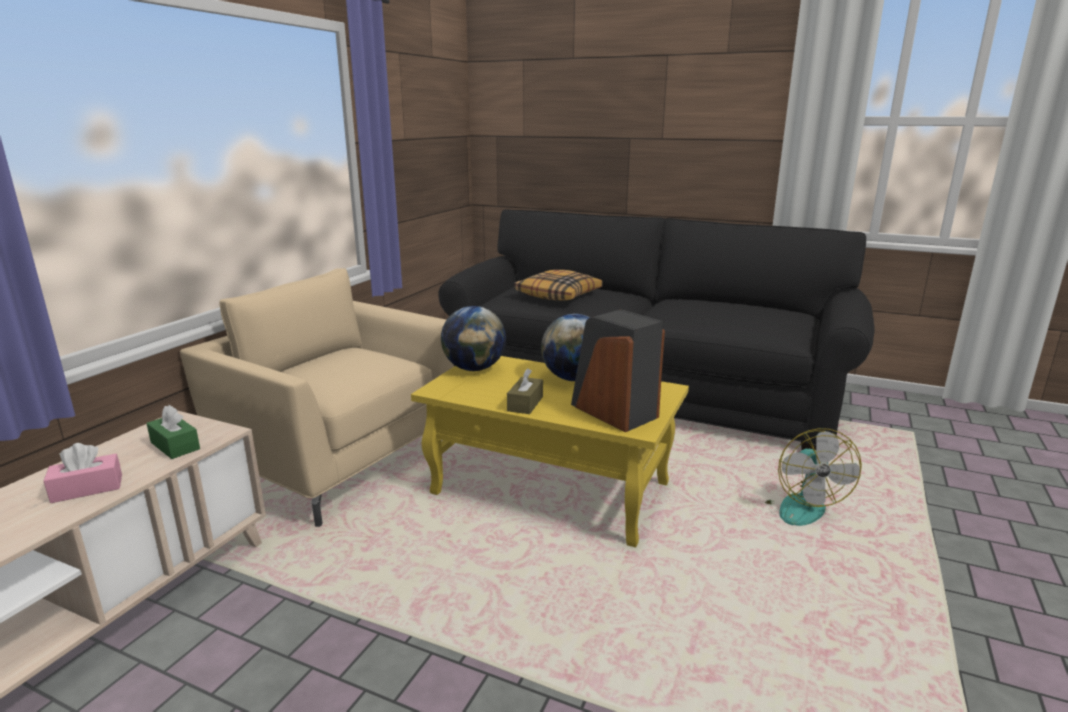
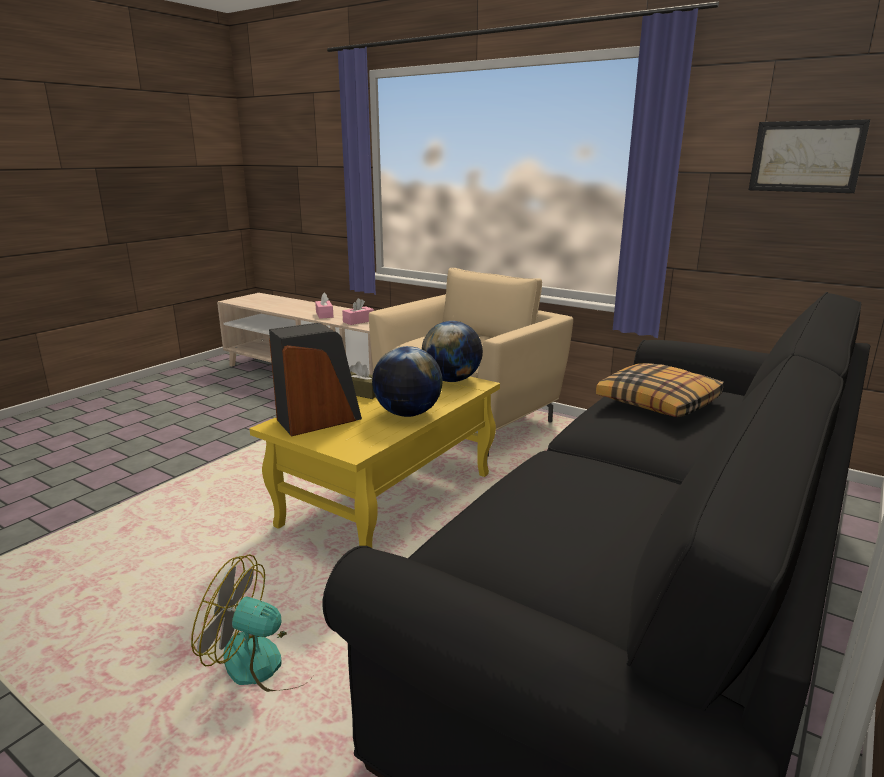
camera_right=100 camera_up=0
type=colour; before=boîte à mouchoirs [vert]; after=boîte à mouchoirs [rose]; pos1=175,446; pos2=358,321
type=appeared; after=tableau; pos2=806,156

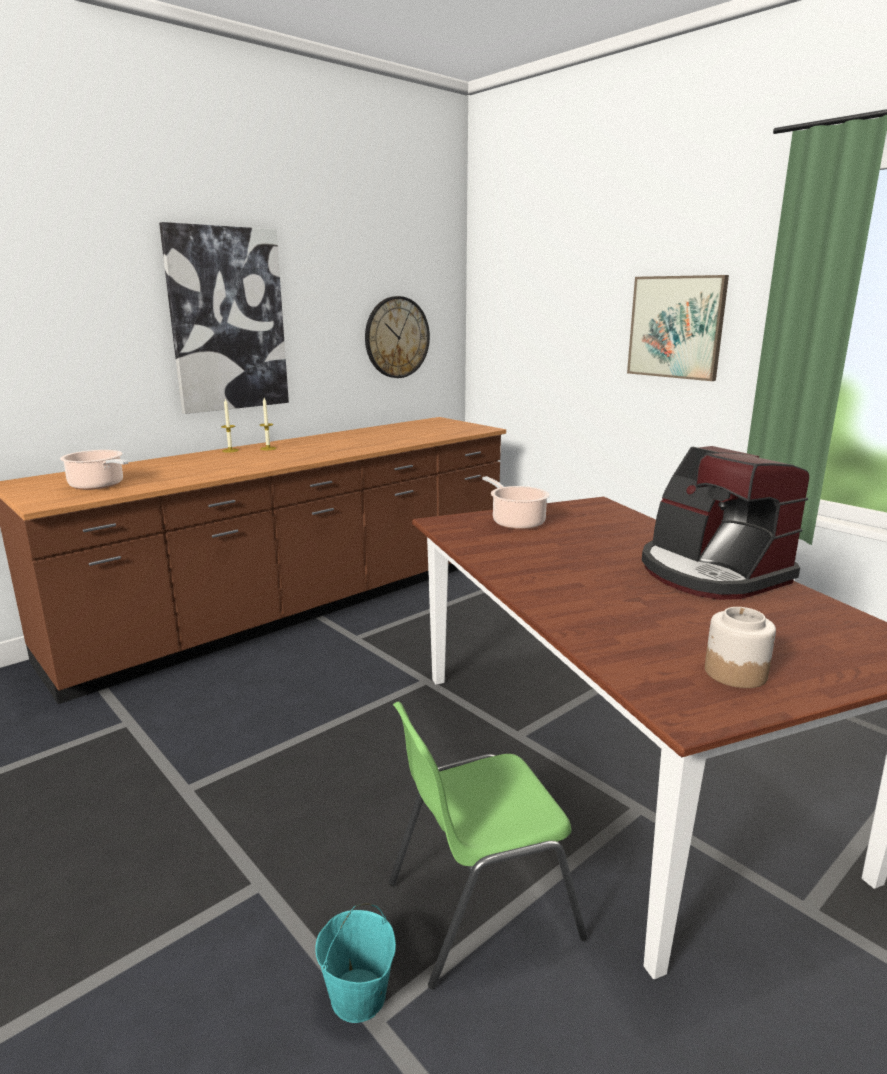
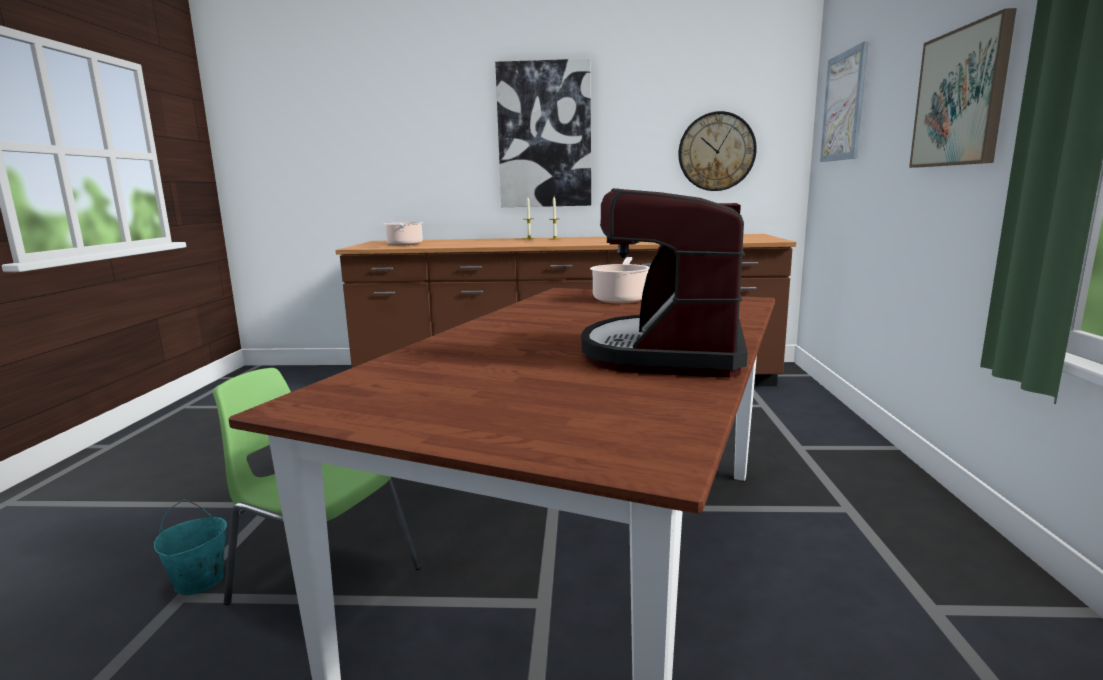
camera_right=45 camera_up=-5
type=missing; before=bocal; pos1=735,672
type=appeared; after=tableau; pos2=844,106

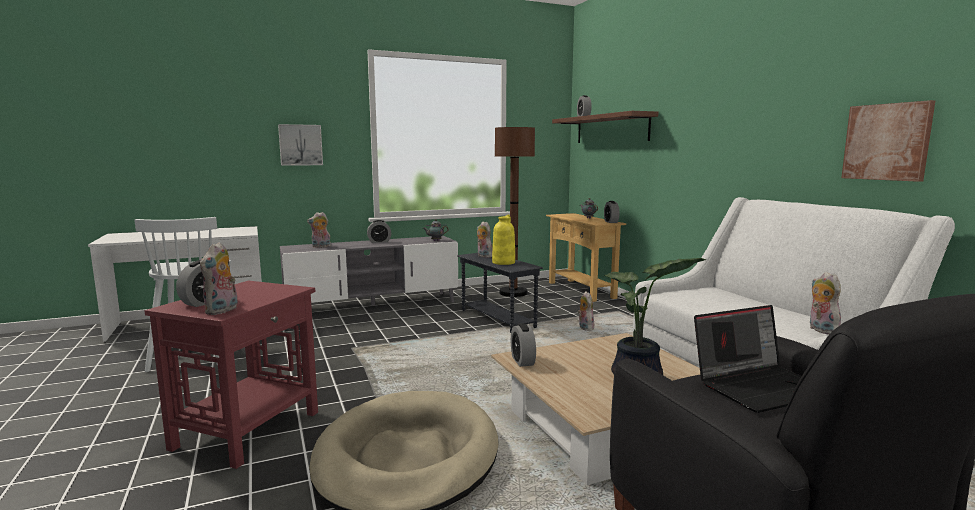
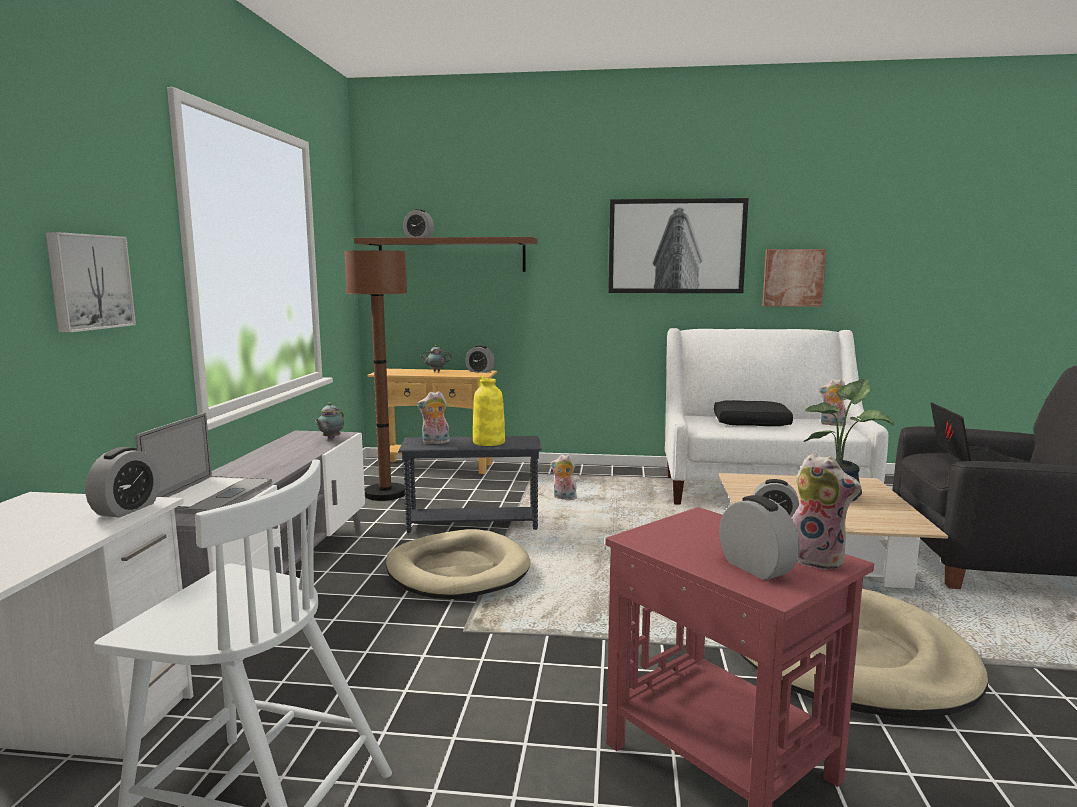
camera_right=-60 camera_up=0
type=exchanged; before=peluche; after=ordinateur portable; pos1=320,247; pos2=211,496
type=relocated; before=réveil; pos1=379,241; pos2=127,509
type=appeared; after=tableau; pos2=676,246
type=appeared; after=coussin [noir]; pos2=751,422
type=appeared; after=panier pour chien [beige]; pos2=457,571

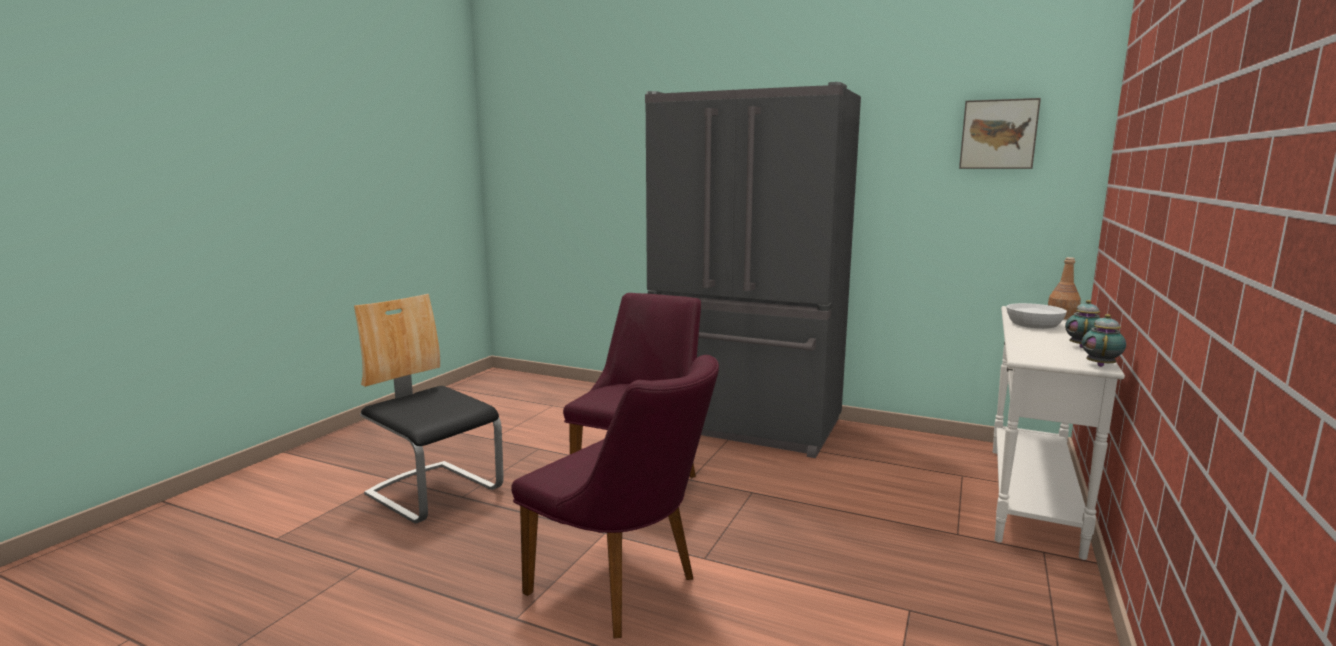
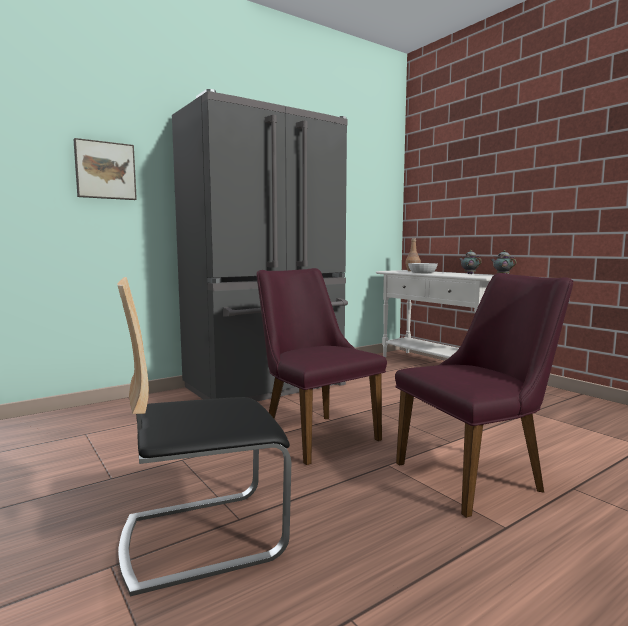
camera_right=-60 camera_up=-5
type=relocated; before=tableau; pos1=998,134; pos2=105,170

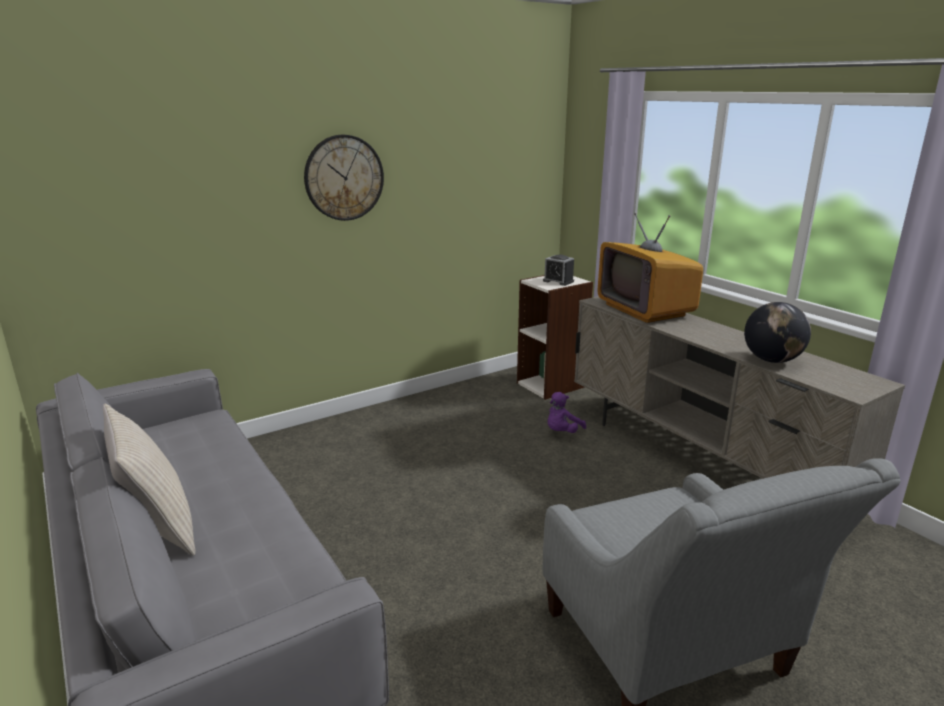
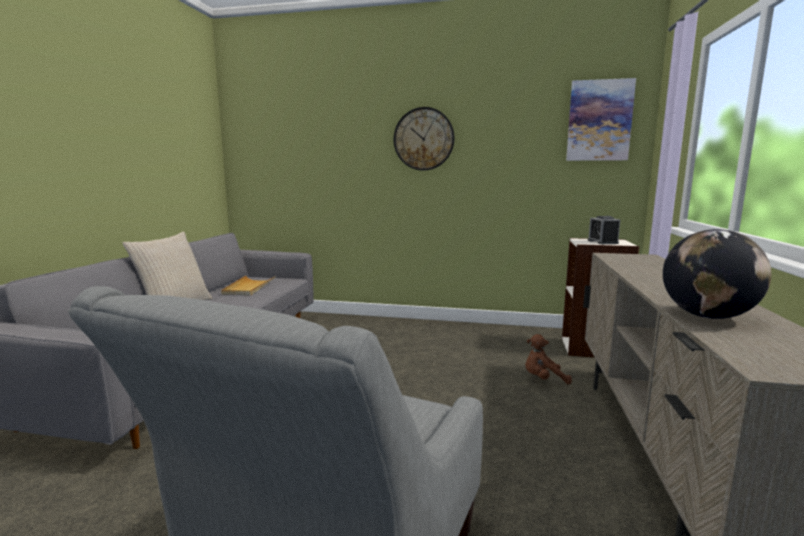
camera_right=45 camera_up=-10
type=missing; before=téléviseur; pos1=645,310
type=colour; before=peluche [violet]; after=peluche [marron]; pos1=562,432; pos2=543,379
type=appeared; after=tableau; pos2=599,121
type=appeared; after=plateau [beige]; pos2=249,287

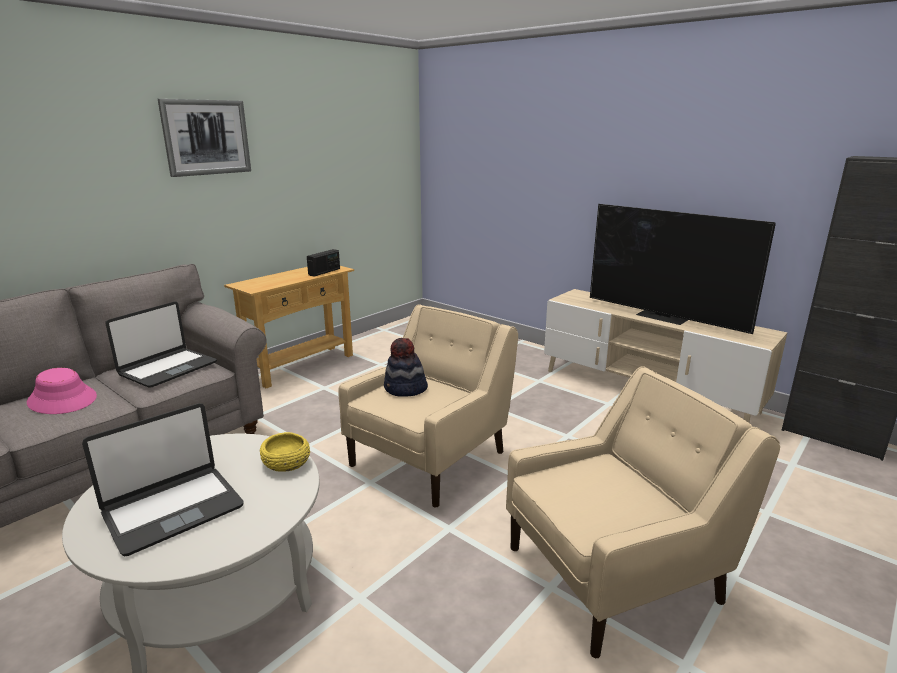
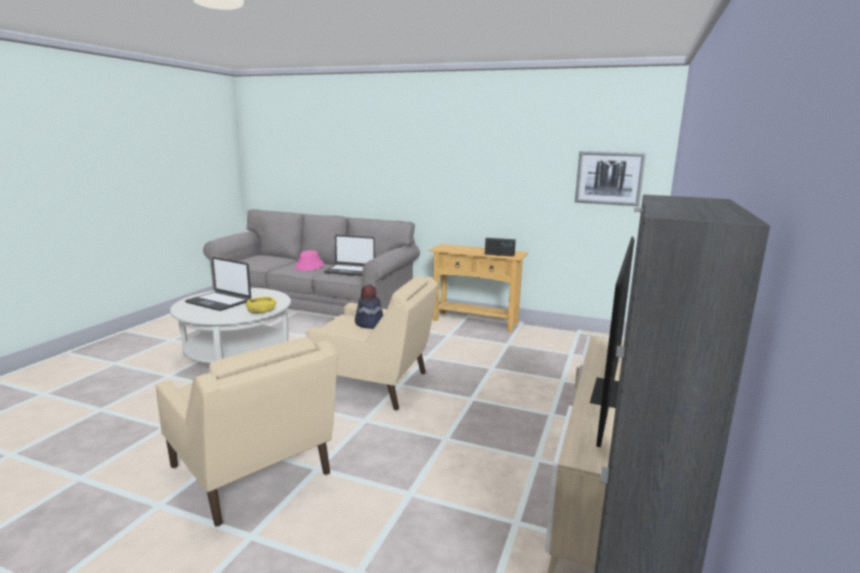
camera_right=70 camera_up=-5
type=relocated; before=tableau; pos1=206,137; pos2=609,178

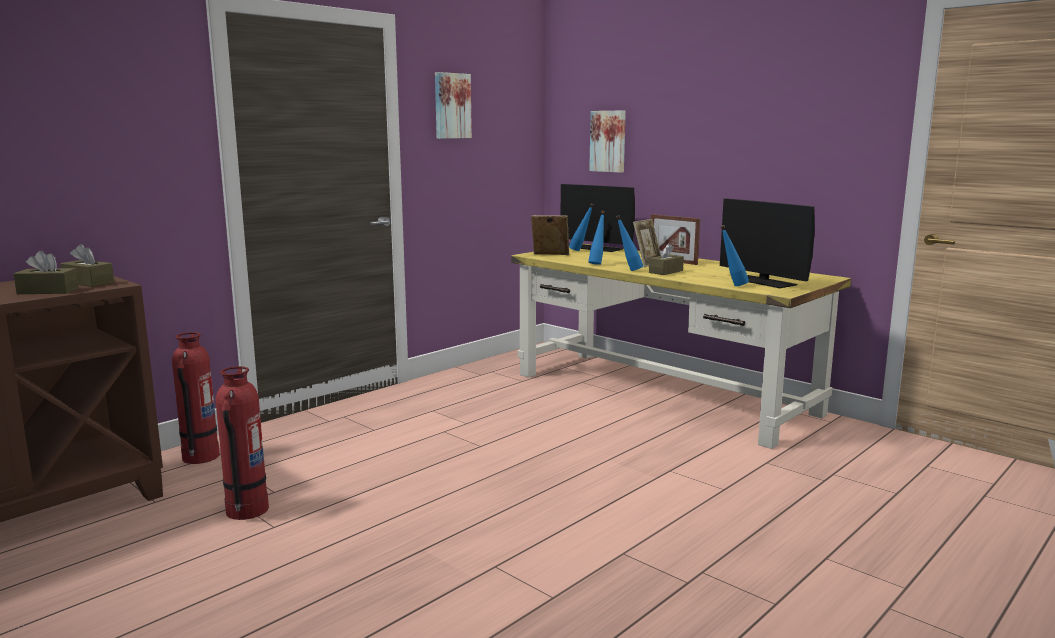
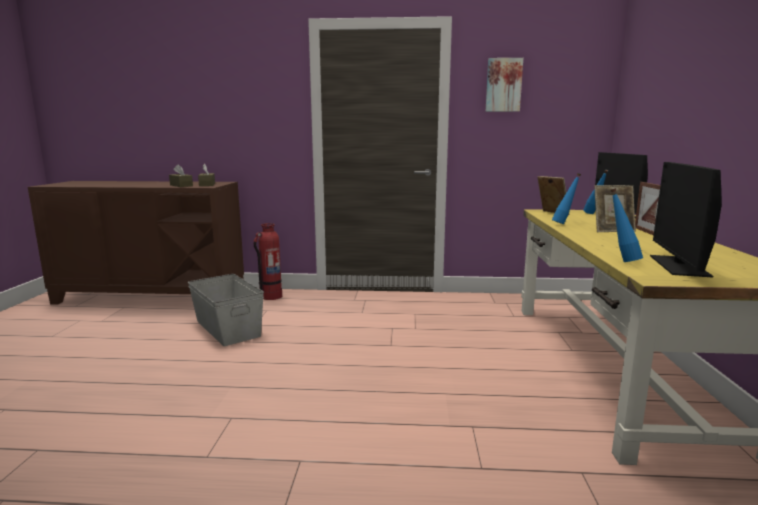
camera_right=50 camera_up=0
type=missing; before=tableau; pos1=608,141
type=missing; before=bouteille [bleu]; pos1=628,270
type=missing; before=boîte à mouchoirs [marron]; pos1=666,271
type=exchanged; before=extincteur; after=boîte de rangement [gris]; pos1=246,510; pos2=228,328

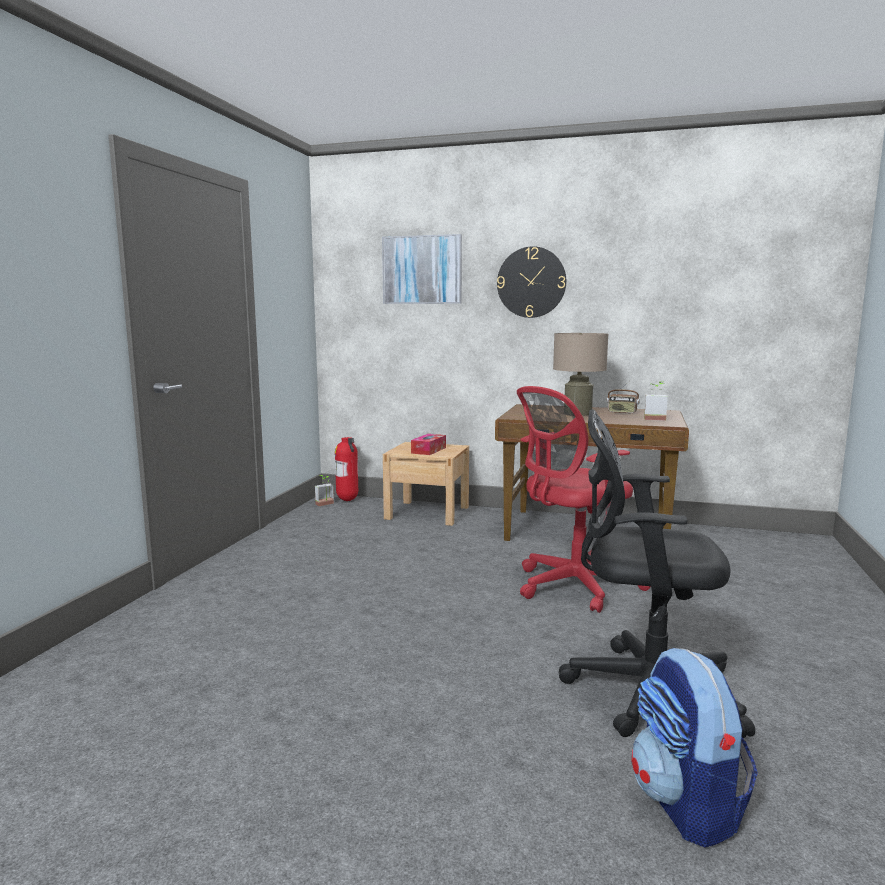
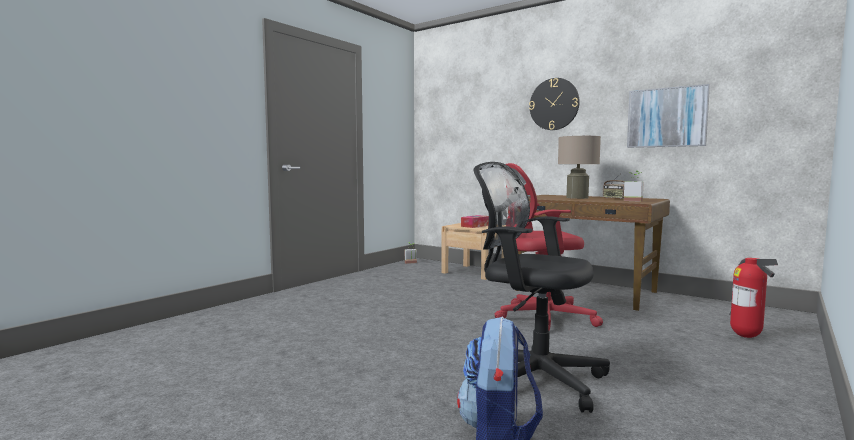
camera_right=20 camera_up=-5
type=relocated; before=tableau; pos1=422,270; pos2=666,117
type=relocated; before=extincteur; pos1=348,500; pos2=746,337

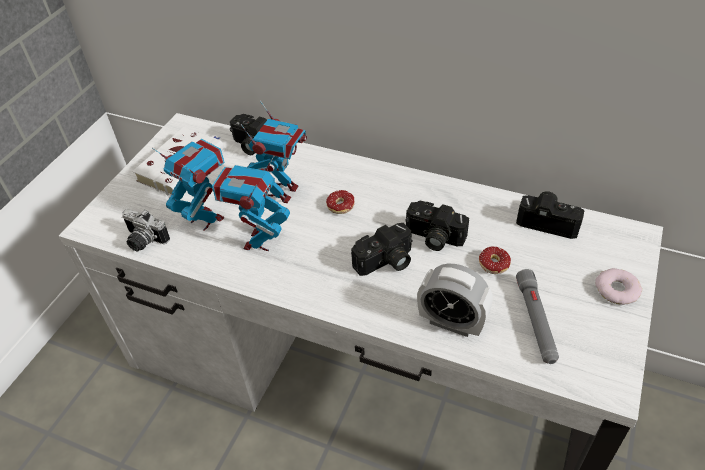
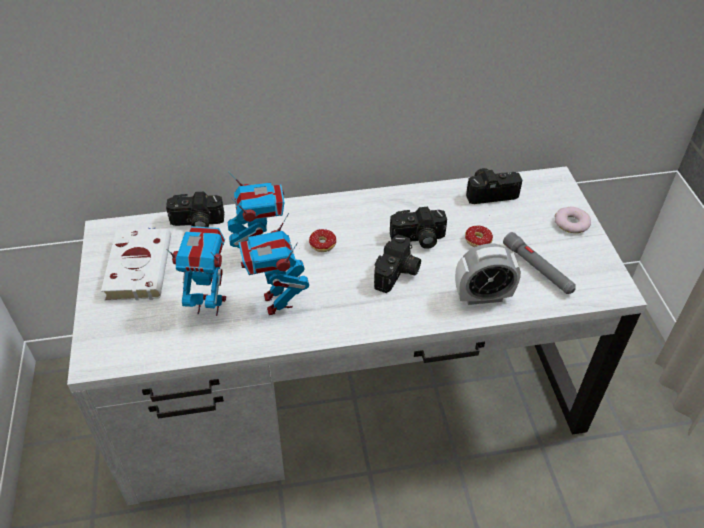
camera_right=-35 camera_up=0
type=missing; before=appareil photo; pos1=143,241

